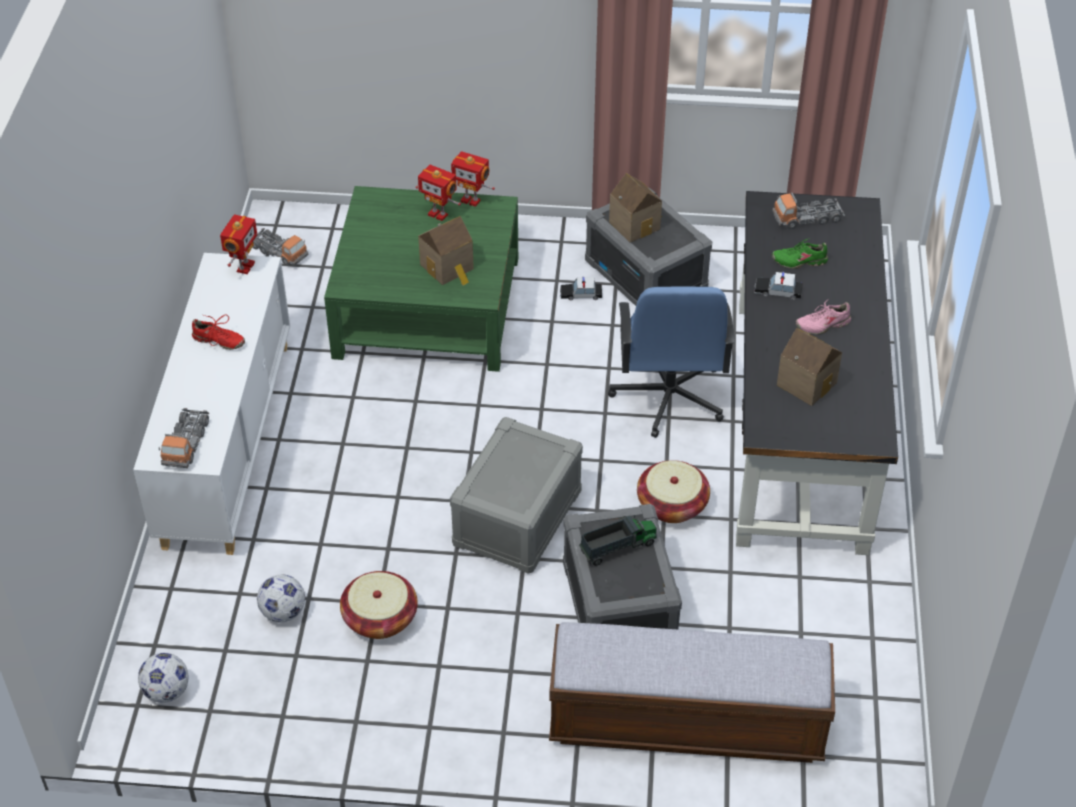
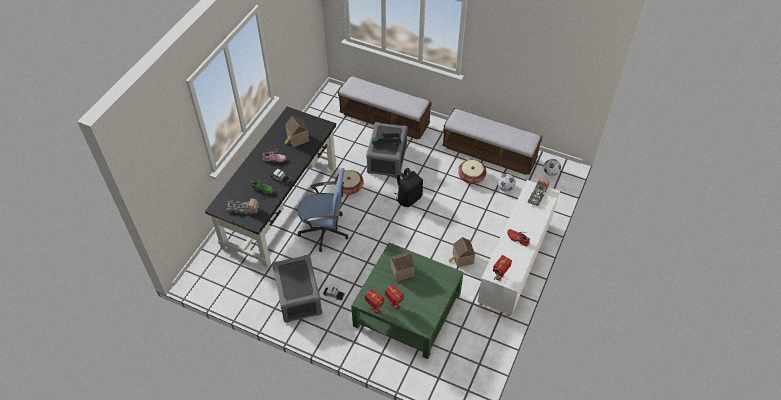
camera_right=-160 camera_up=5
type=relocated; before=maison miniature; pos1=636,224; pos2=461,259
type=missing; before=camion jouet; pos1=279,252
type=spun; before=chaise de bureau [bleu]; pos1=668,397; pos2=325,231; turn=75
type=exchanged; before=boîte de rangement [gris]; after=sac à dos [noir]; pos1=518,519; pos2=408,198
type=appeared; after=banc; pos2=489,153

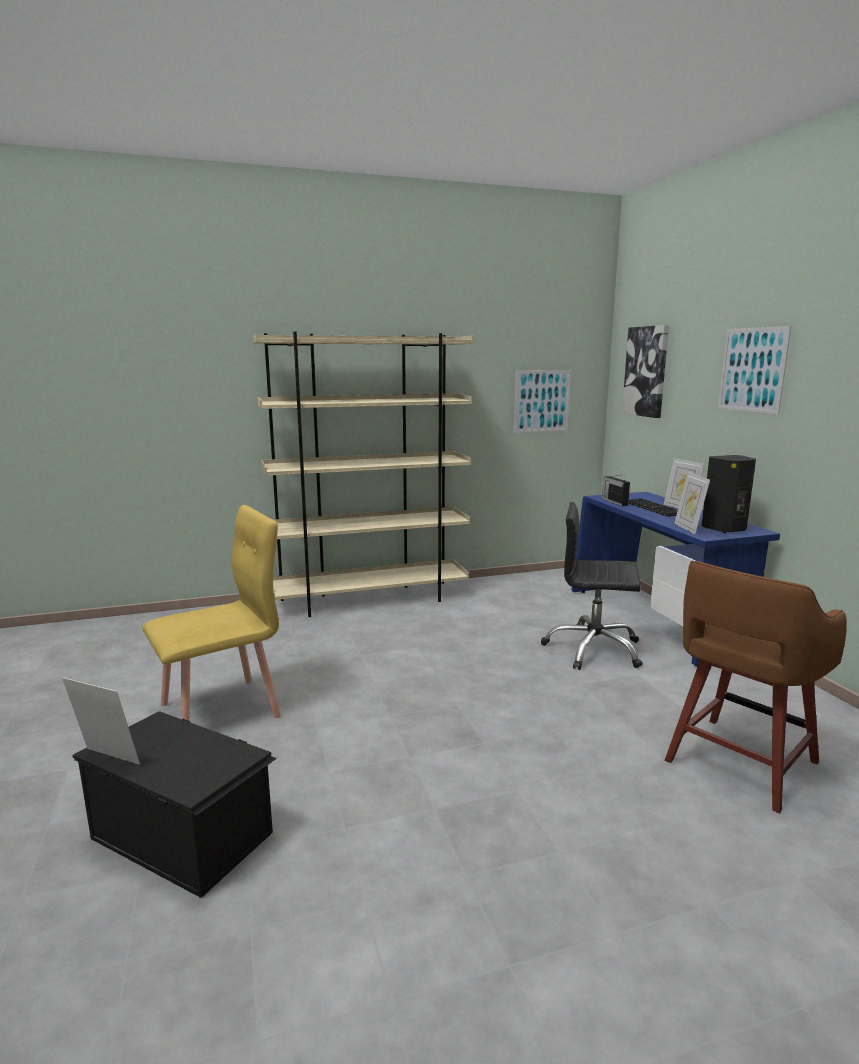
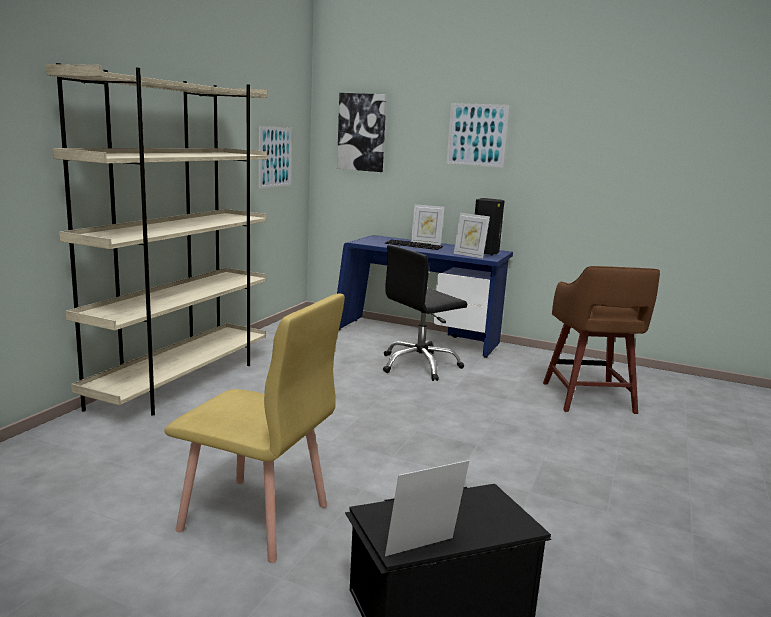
camera_right=-50 camera_up=0
type=missing; before=radio; pos1=614,502
type=spun; before=chaise [jaune]; pos1=221,710; pos2=255,518; turn=105

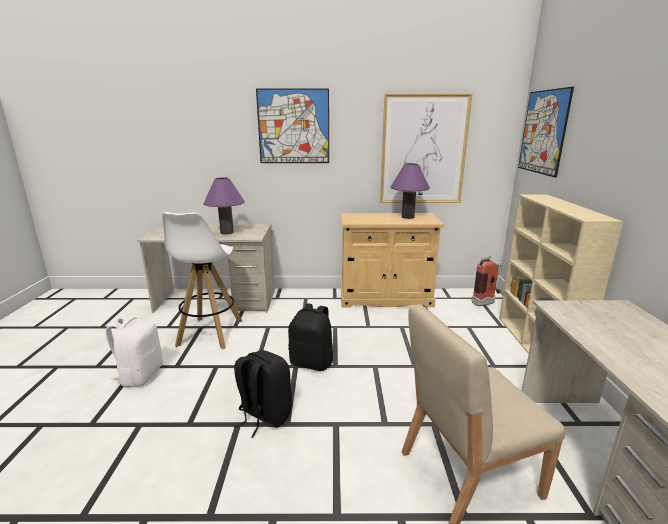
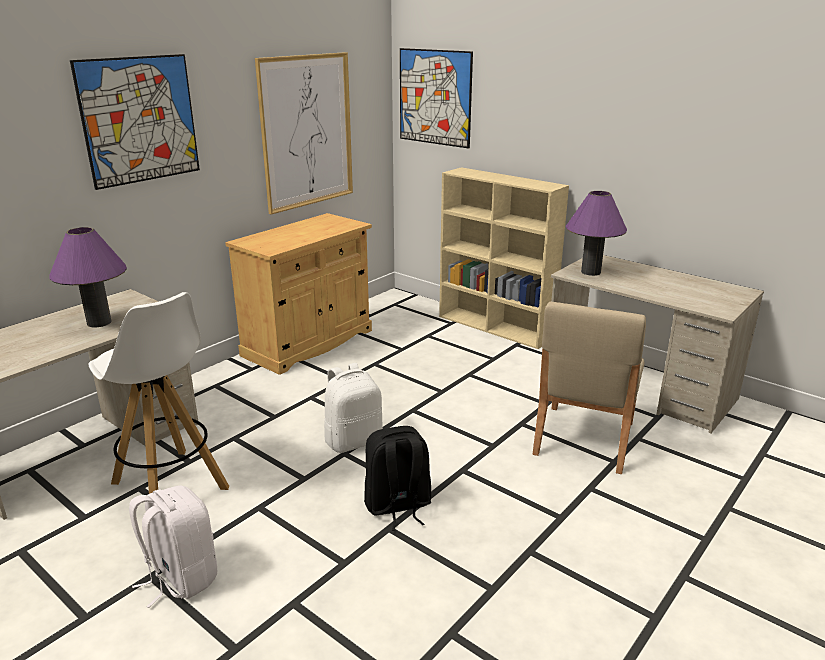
camera_right=-50 camera_up=5
type=relocated; before=lampe de table [violet]; pos1=407,217; pos2=591,272
type=missing; before=extincteur; pos1=486,303
type=colour; before=sac à dos [noir]; after=sac à dos [blanc]; pos1=312,362; pos2=353,440

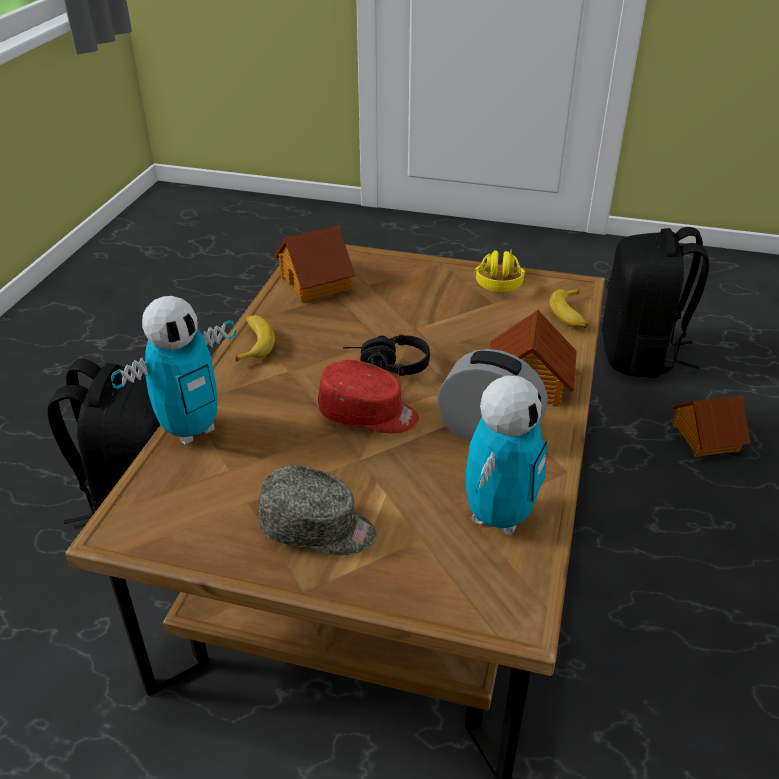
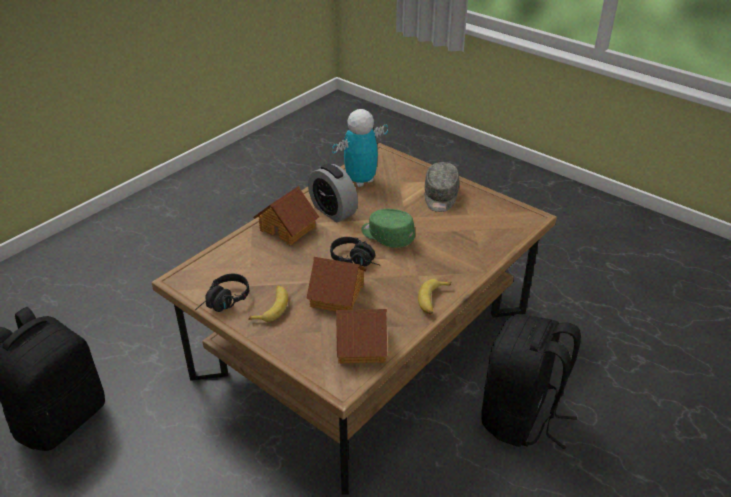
camera_right=-155 camera_up=0
type=colour; before=casque audio [jaune]; after=casque audio [noir]; pos1=499,278; pos2=223,303
type=relocated; before=banane; pos1=571,314; pos2=272,307
type=missing; before=robot jouet; pos1=191,429
type=colour; before=casquette [rouge]; after=casquette [vert]; pos1=368,414; pos2=387,236
type=relocated; before=maison miniature; pos1=704,437; pos2=338,295
type=spun; before=casquette [gris]; pos1=318,528; pos2=440,196; turn=-120

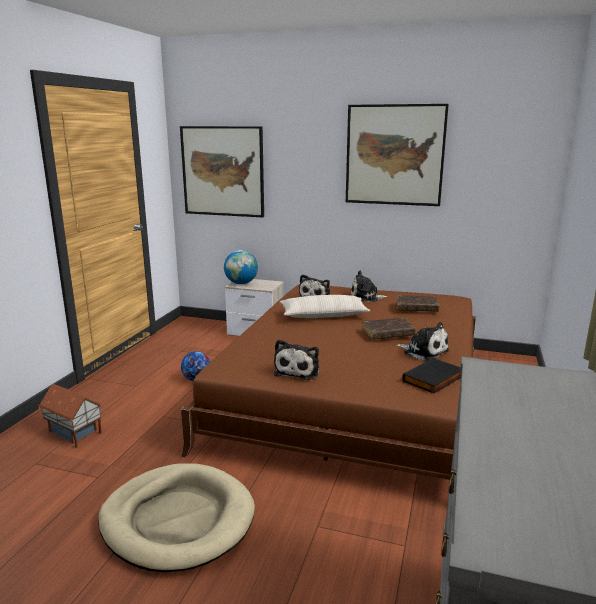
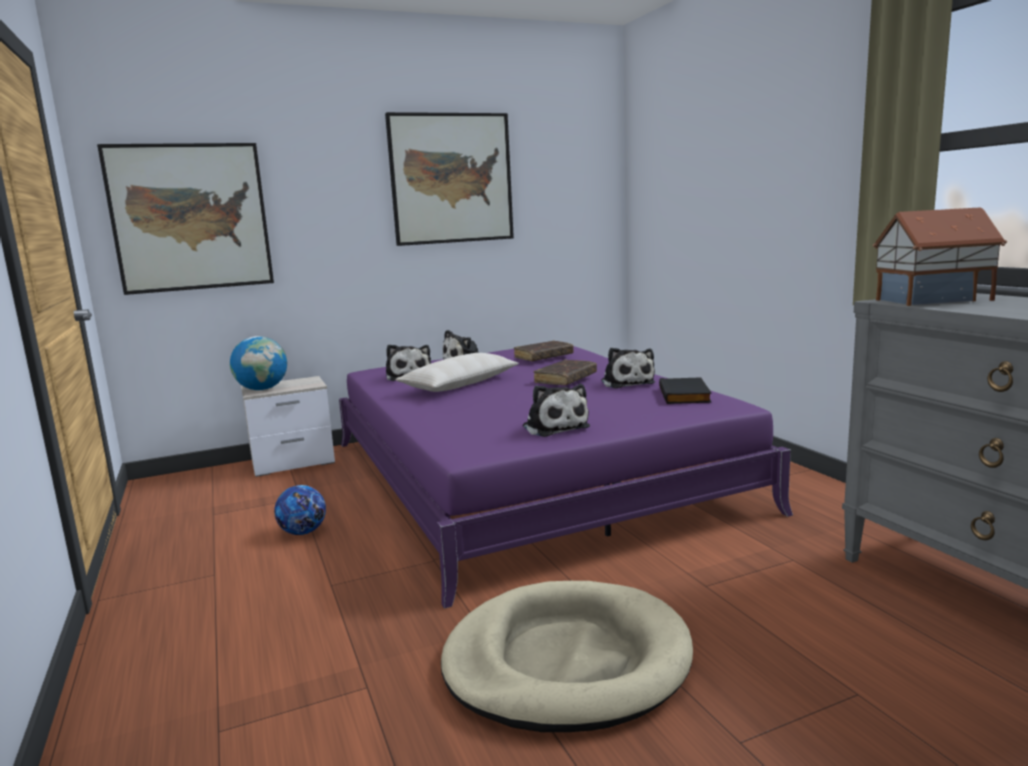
camera_right=-40 camera_up=-5
type=colour; before=lit [marron]; after=lit [violet]; pos1=355,393; pos2=527,474
type=spun; before=peluche; pos1=424,351; pos2=627,382; turn=75
type=relocated; before=maison miniature; pos1=73,433; pos2=934,300

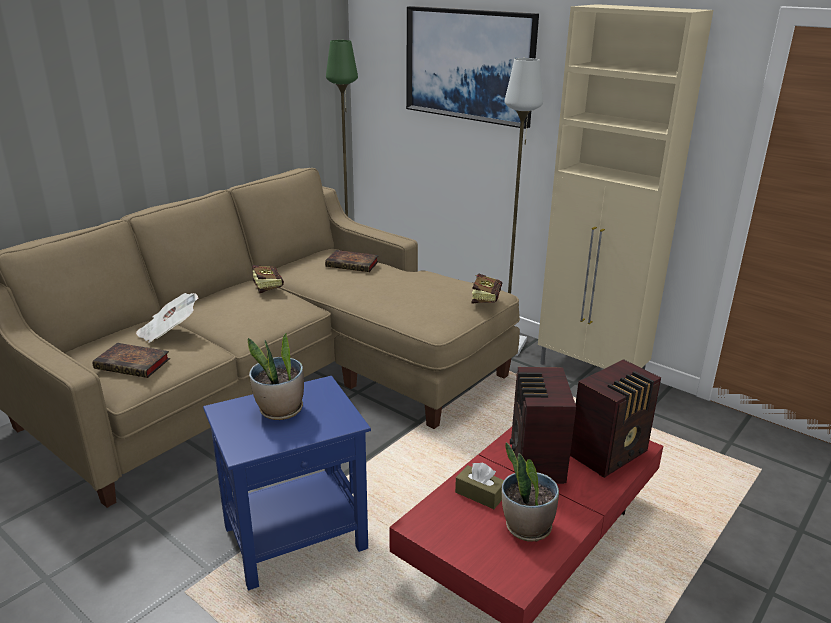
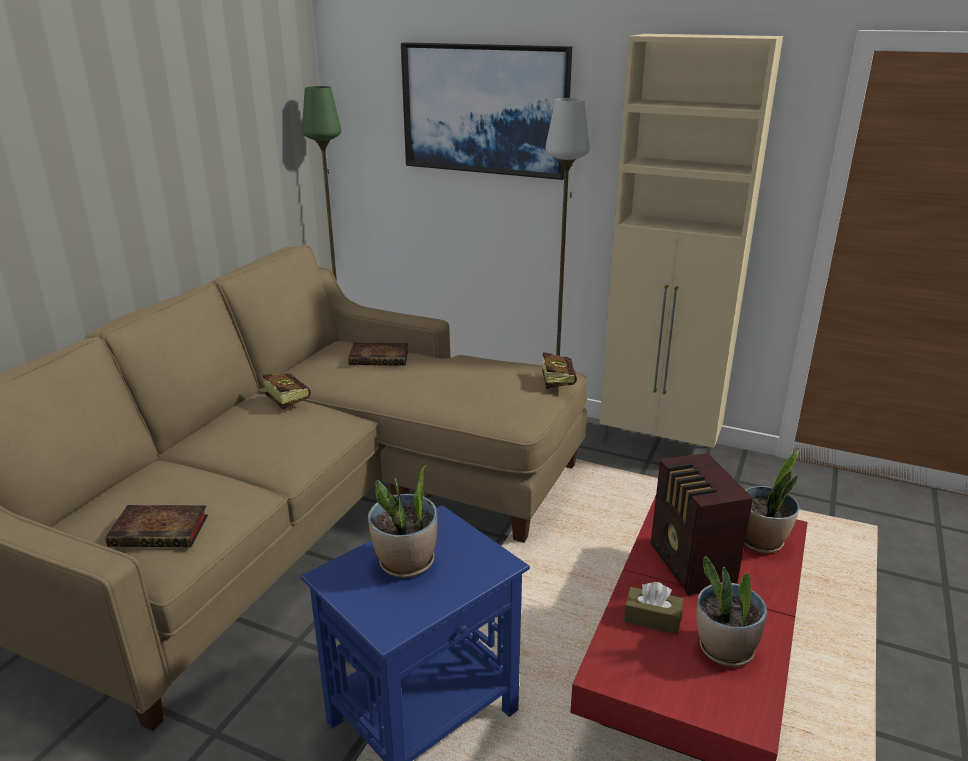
camera_right=-15 camera_up=0
type=missing; before=journal; pos1=169,332
type=exchanged; before=radio; after=plante en pot; pos1=610,454; pos2=761,541

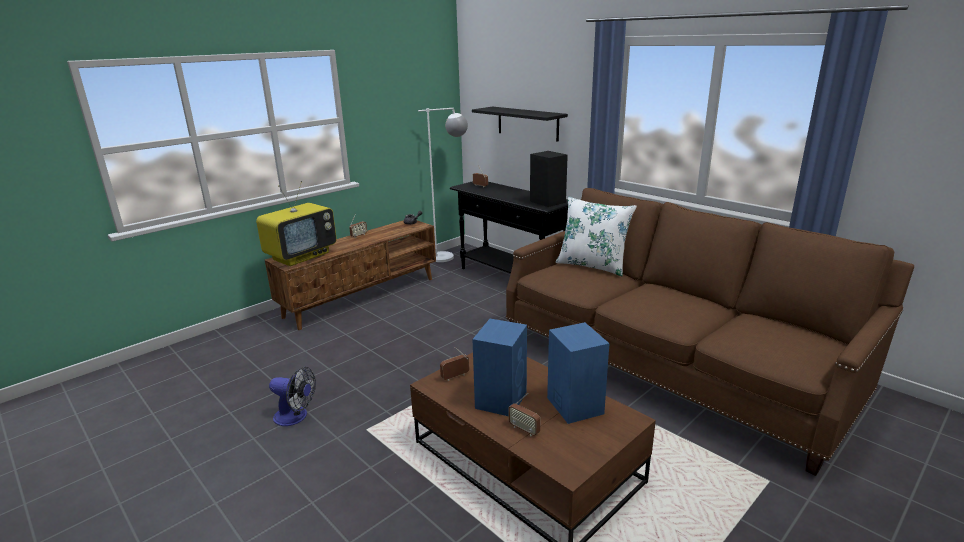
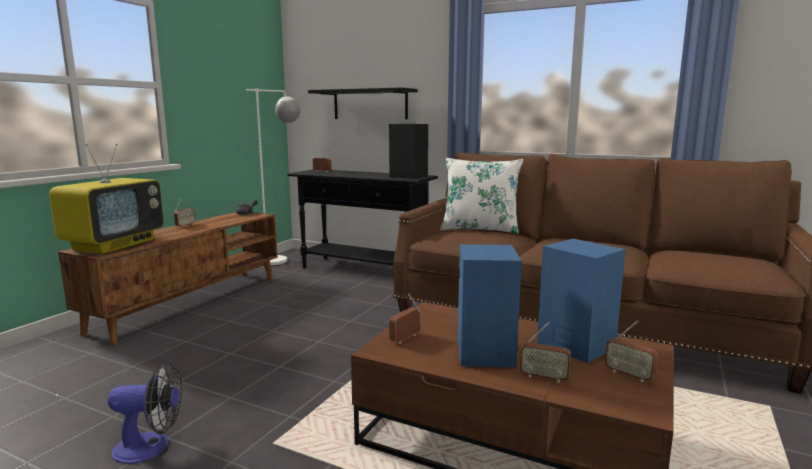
camera_right=-20 camera_up=-10
type=appeared; after=radio; pos2=629,375

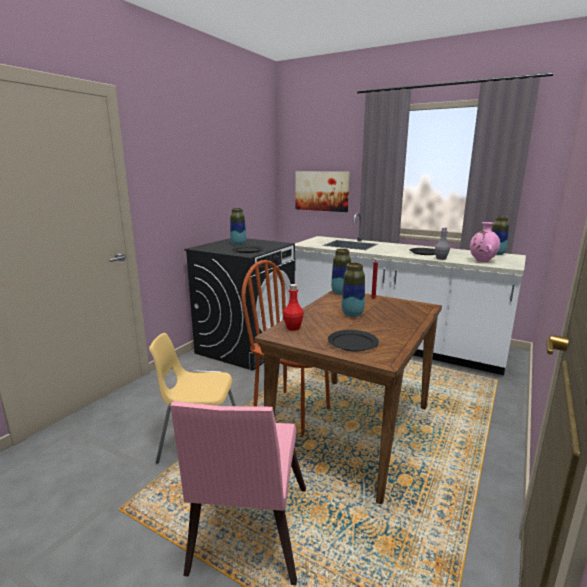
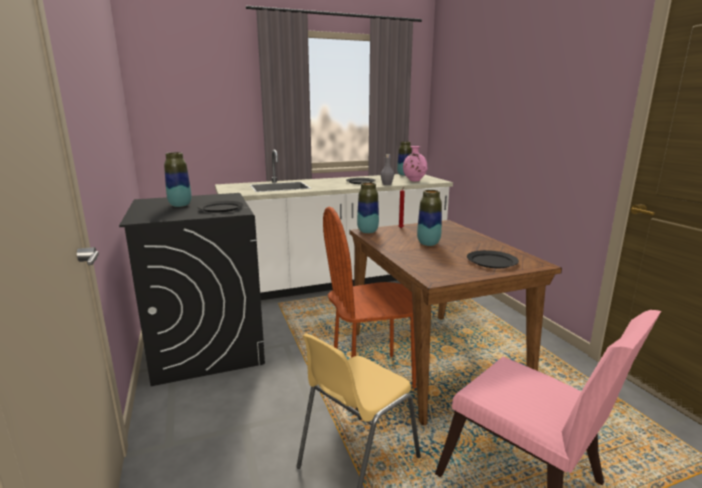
camera_right=-50 camera_up=0
type=missing; before=tableau; pos1=322,191
type=missing; before=bouteille [rouge]; pos1=293,328

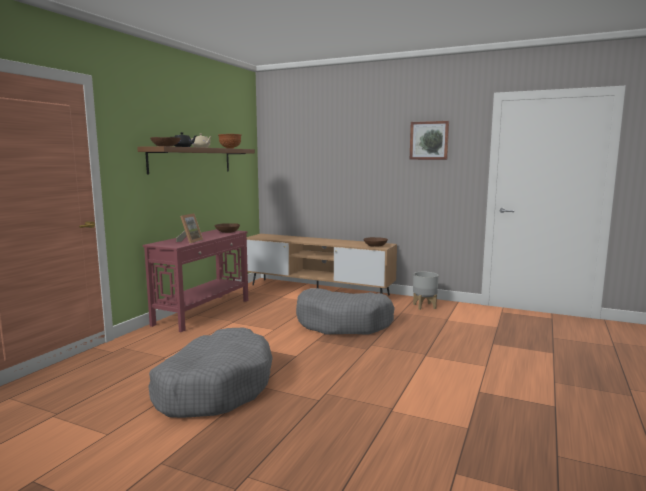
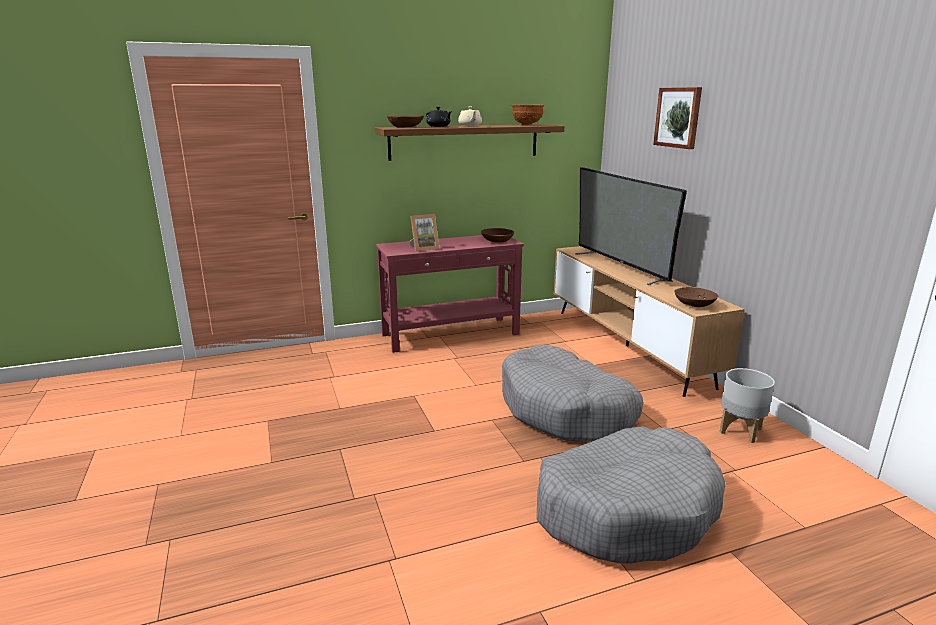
camera_right=45 camera_up=10
type=relocated; before=tableau; pos1=429,140; pos2=678,117
type=relocated; before=panier pour chien [gris]; pos1=214,387; pos2=626,509
type=appeared; after=téléviseur; pos2=620,266

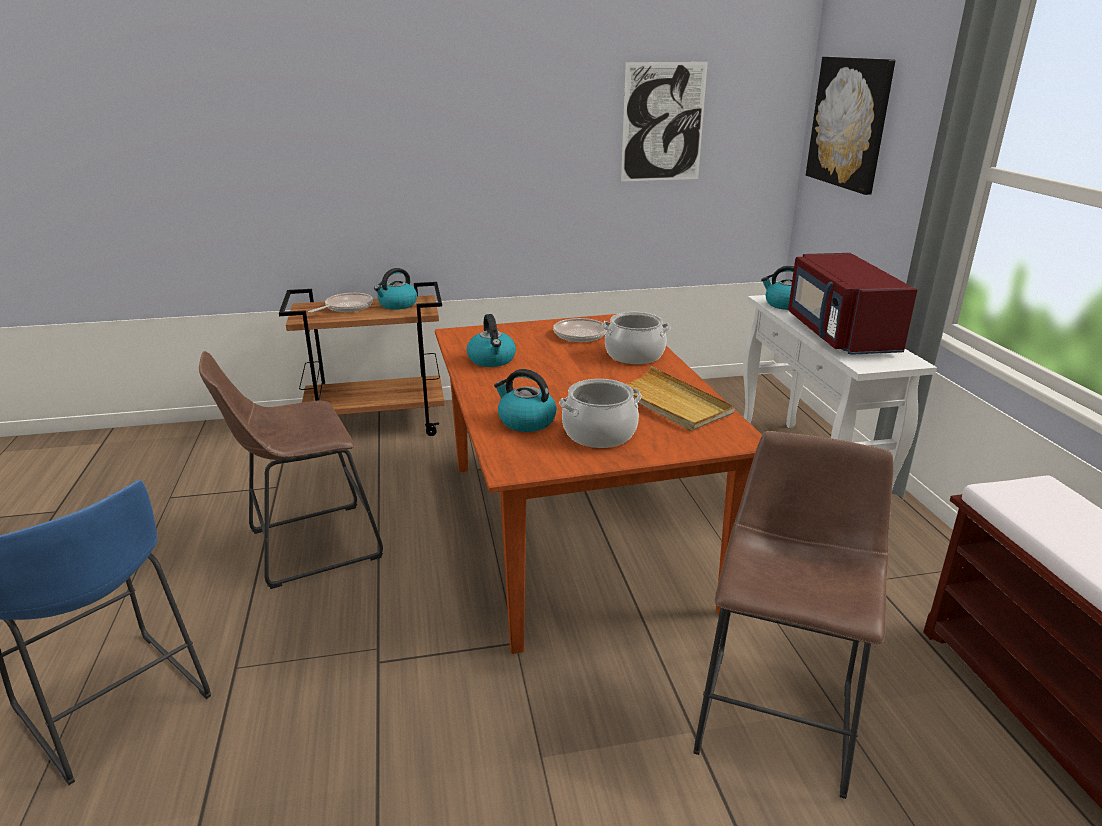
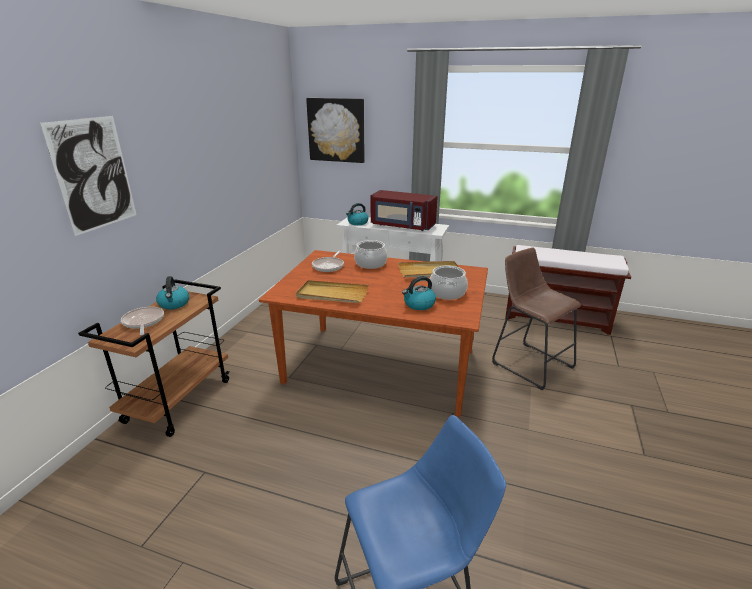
camera_right=-60 camera_up=0
type=relocated; before=tableau; pos1=663,122; pos2=94,174
type=exchanged; before=bouilloire; after=plateau [beige]; pos1=492,360; pos2=332,294
type=missing; before=tabouret [marron]; pos1=306,546

